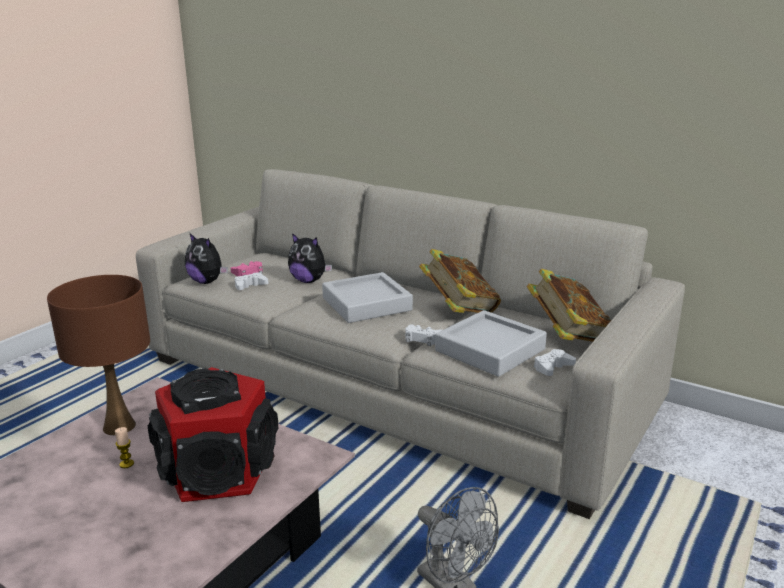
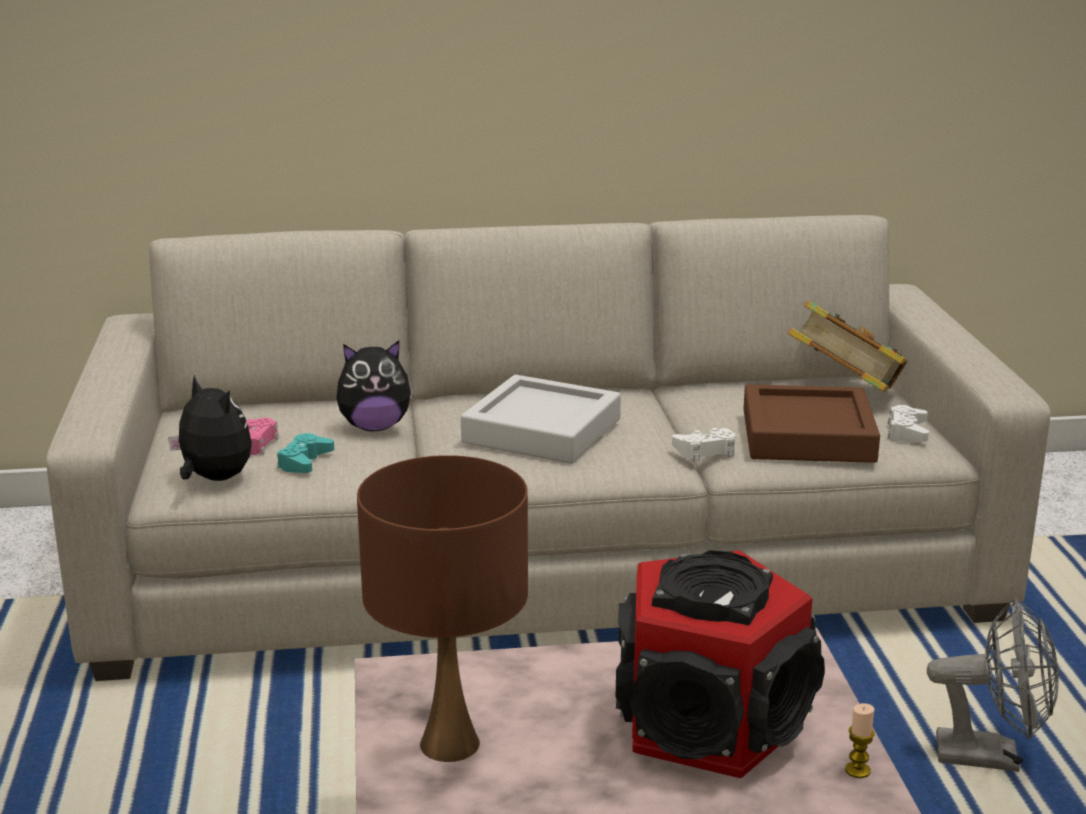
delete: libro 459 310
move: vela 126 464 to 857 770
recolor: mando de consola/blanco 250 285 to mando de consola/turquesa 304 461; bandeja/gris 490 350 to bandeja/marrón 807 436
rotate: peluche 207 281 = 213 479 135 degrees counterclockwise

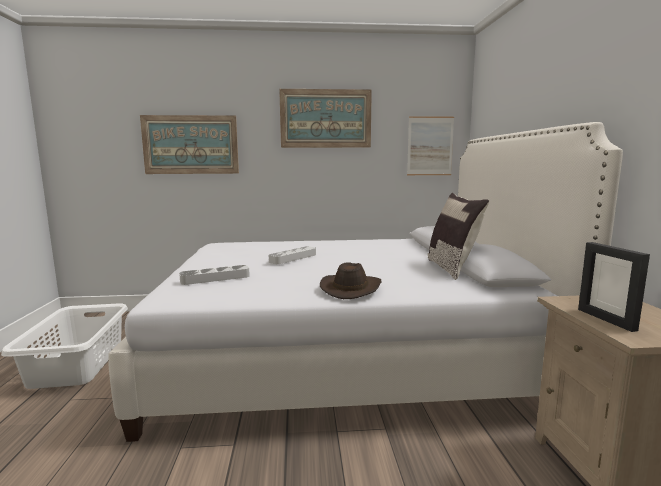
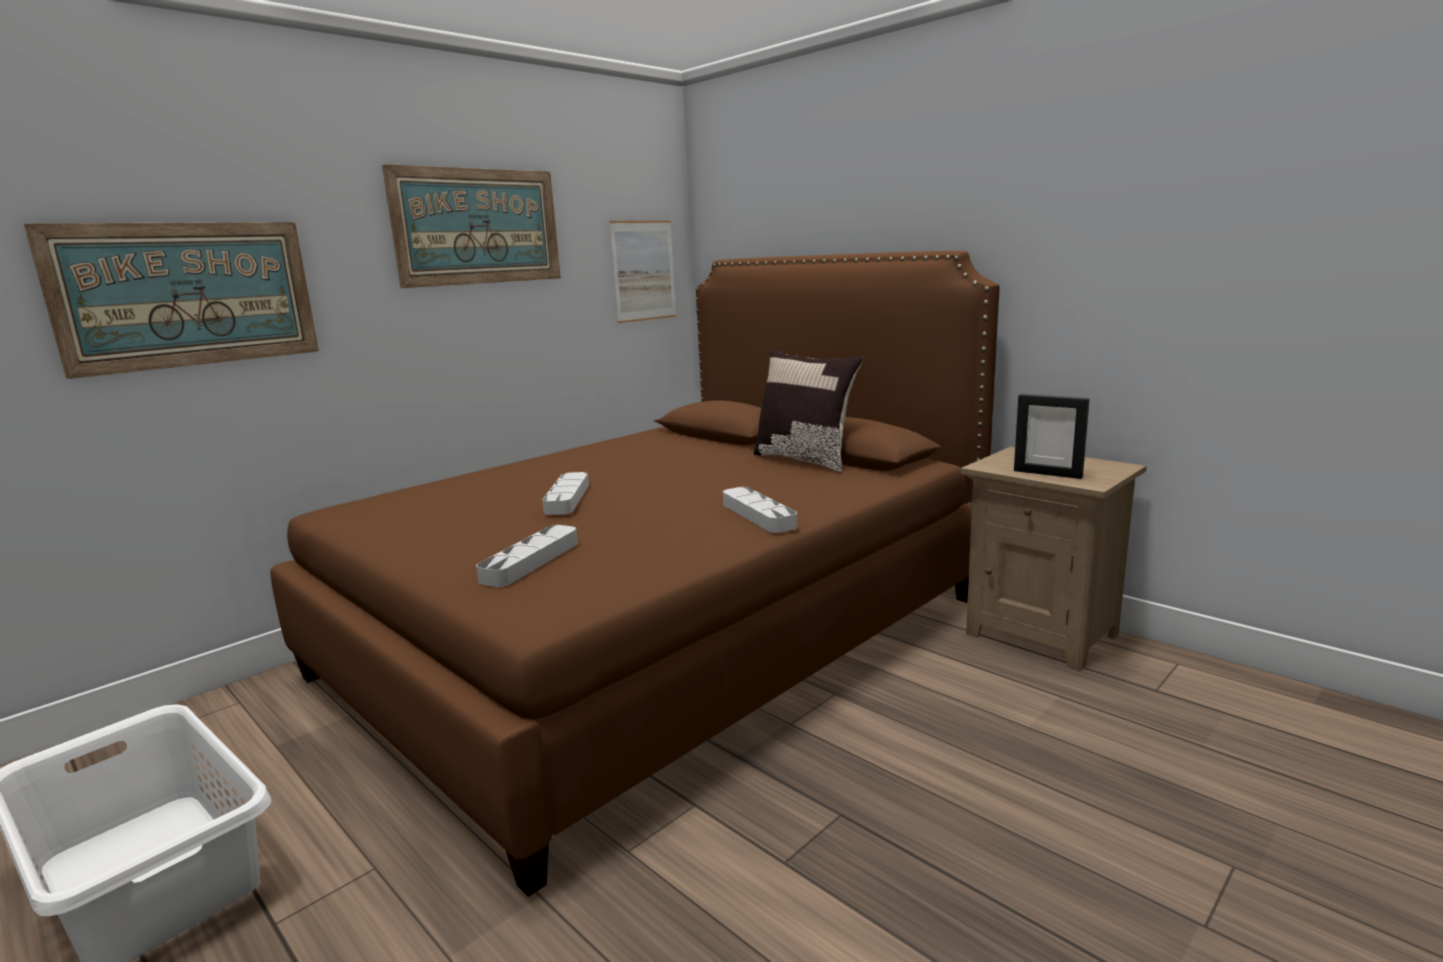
replace: sombrero/marrón 351 288 to bandeja/gris 758 515
recolor: cama/blanco 346 353 to cama/marrón 661 634

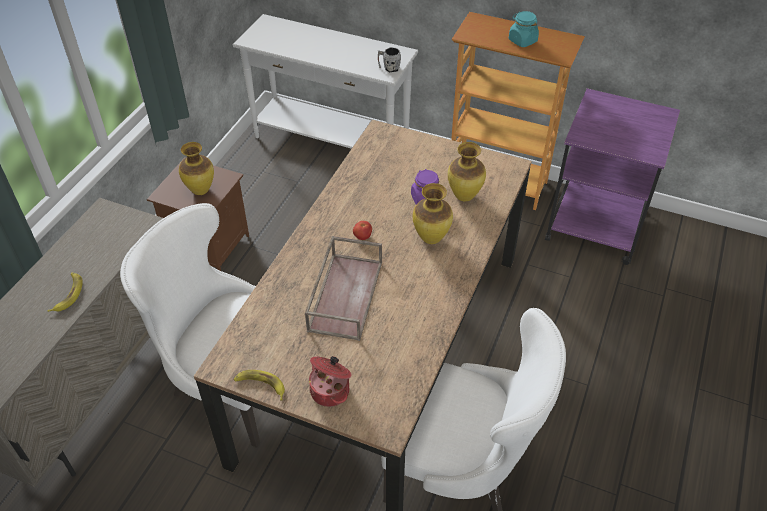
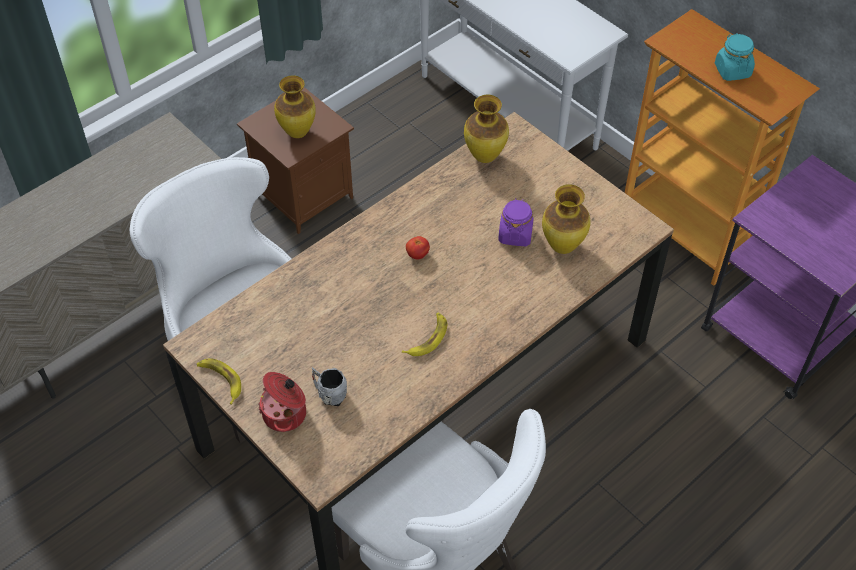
delete: bandeja/marrón 344 294
move: taza grande/gris 389 68 to 329 394; plátano 68 294 to 428 338; florero 431 238 to 485 157

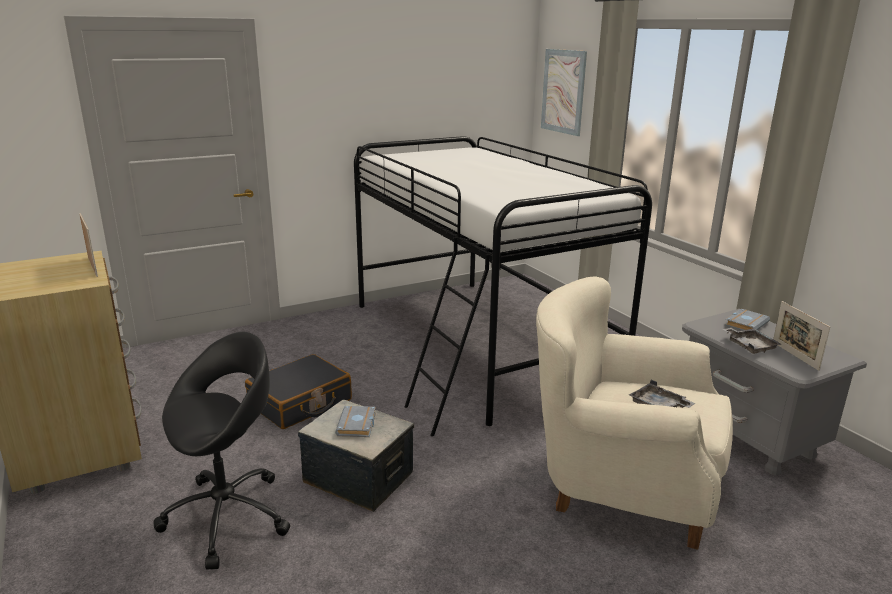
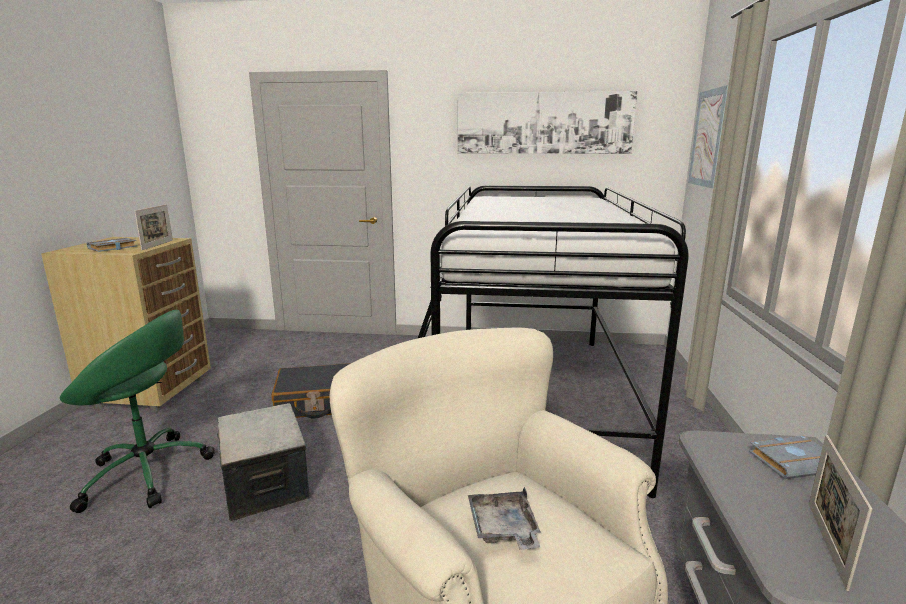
delete: bandeja/gris 749 346
insert: cuadro 544 123
move: libro/gris 358 425 to 112 248
recolor: silla de oficina/negro 229 515 to silla de oficina/verde 149 473

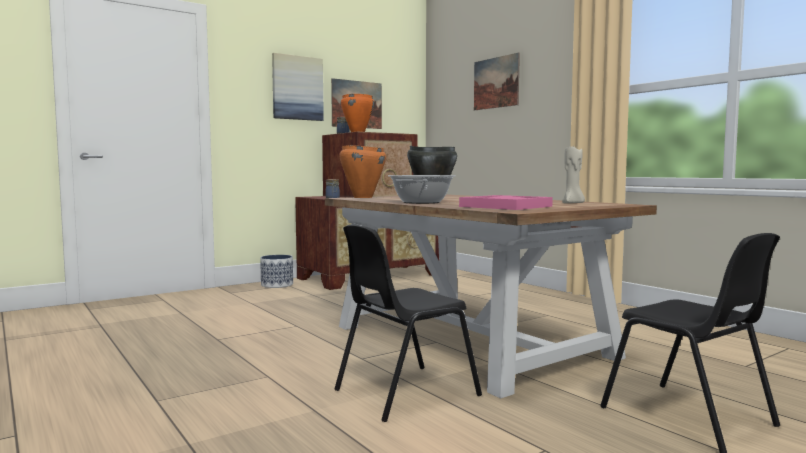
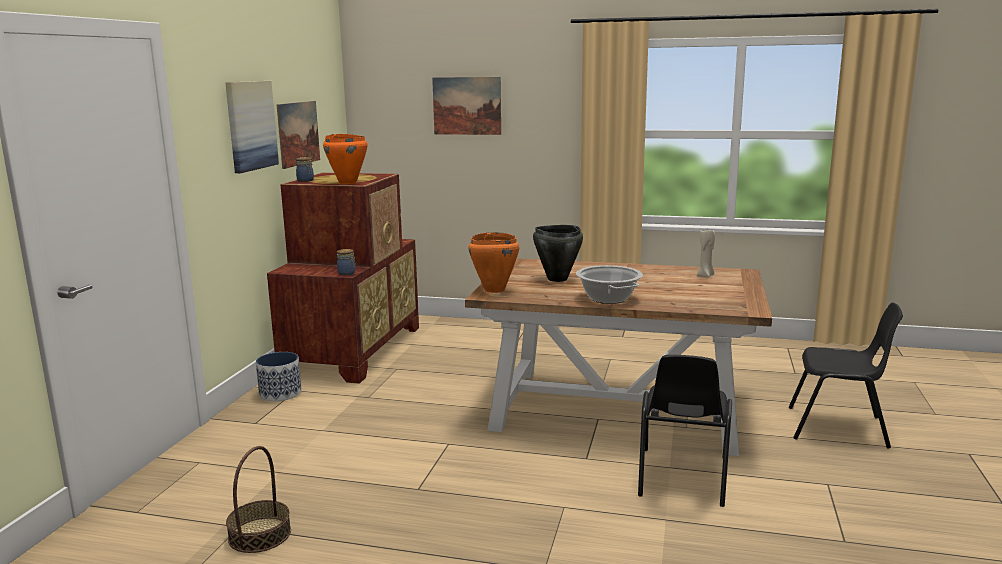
delete: bandeja/rosa 504 206
insert: cesta 259 535

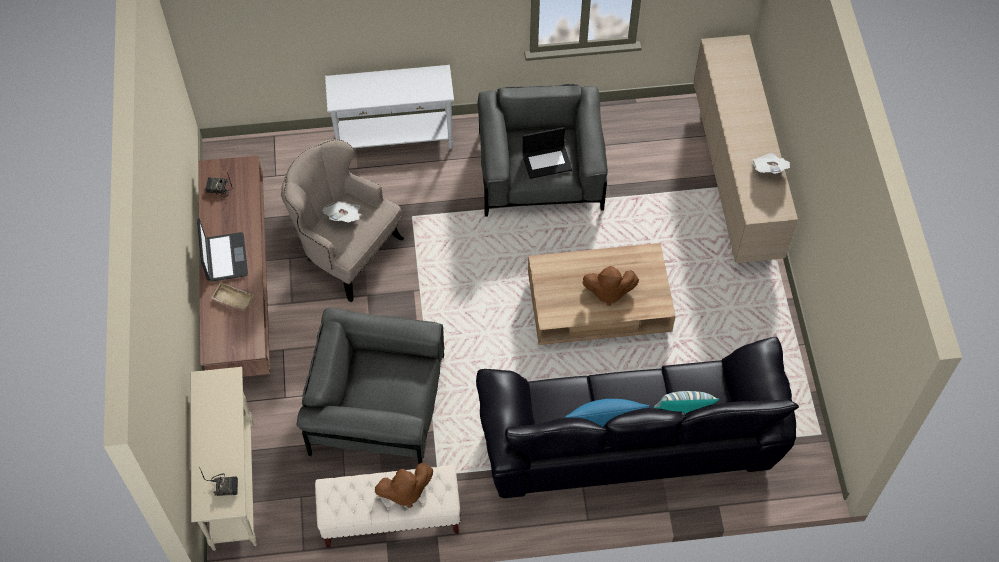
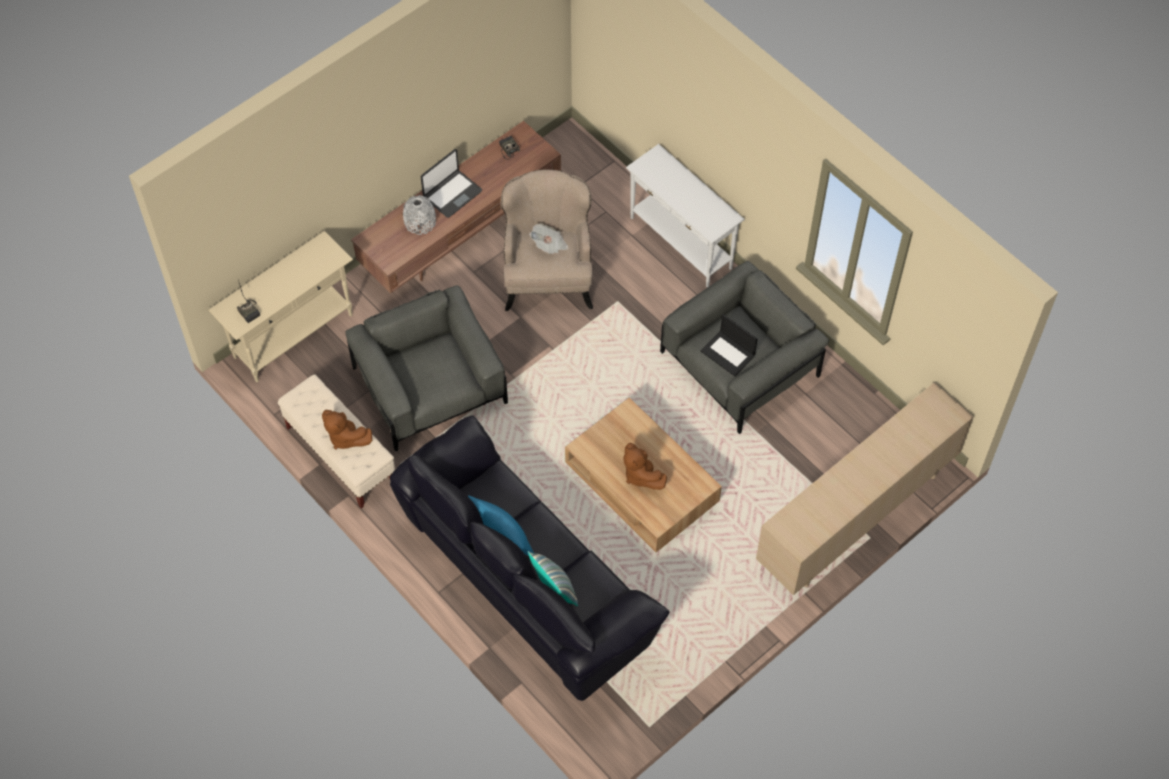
delete: periódico 769 169
replace: bandeja/beis 232 299 to florero/gris 420 222

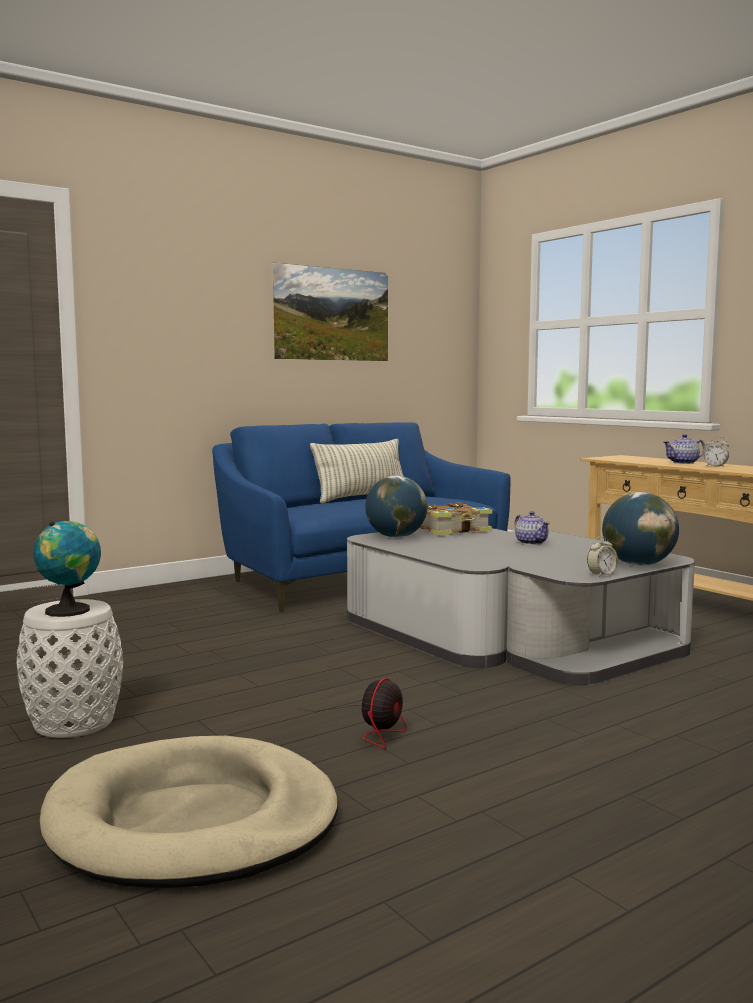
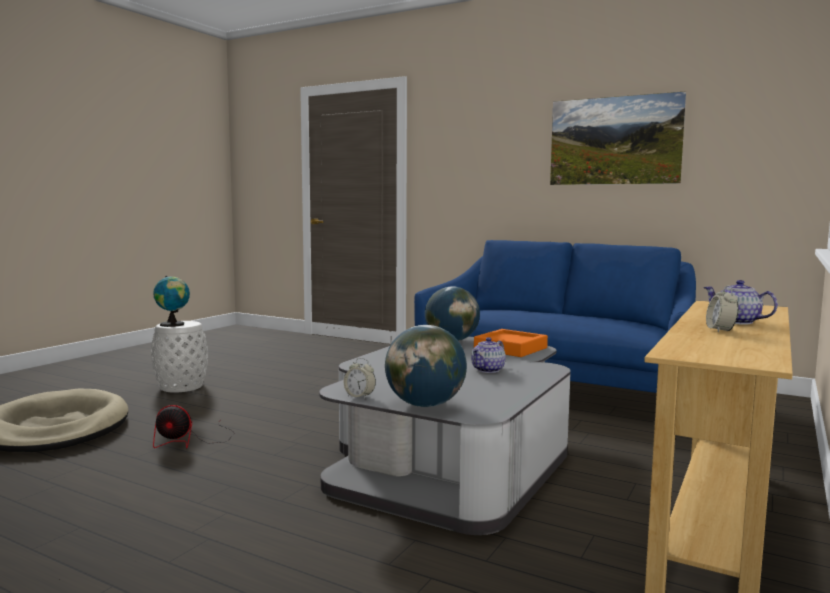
delete: cojín 362 498
replace: libro 453 530 to bandeja/naranja 510 348

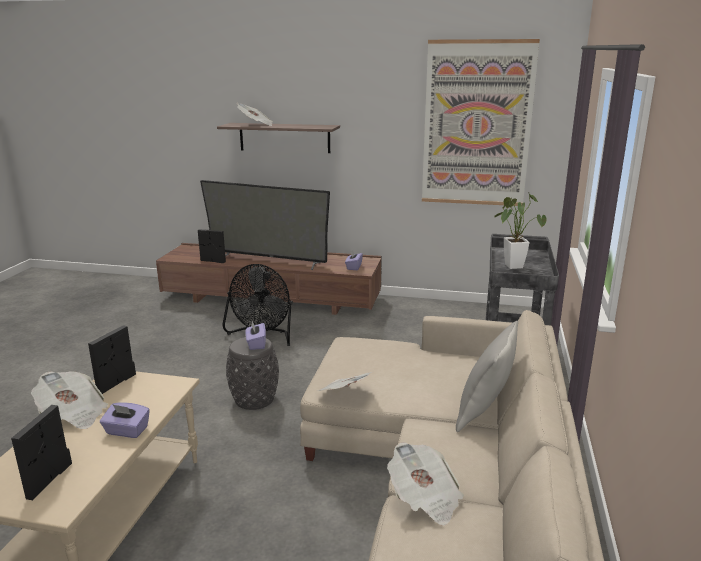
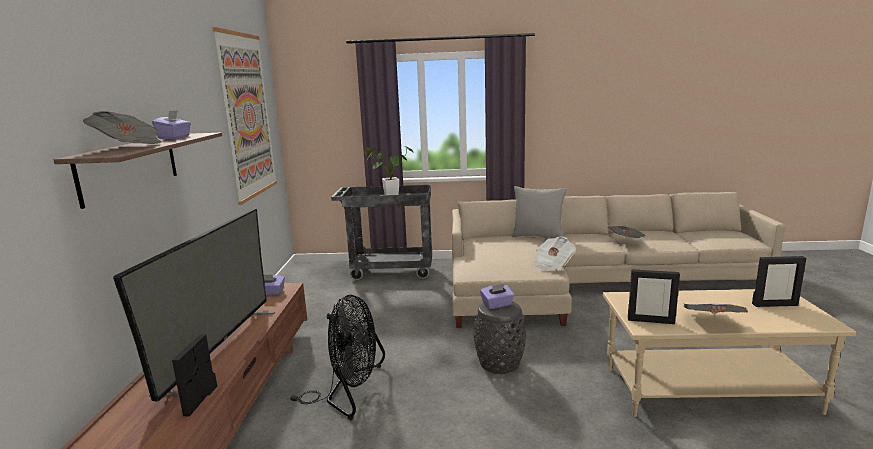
move: caja de pañuelos/morado 127 431 to 175 137

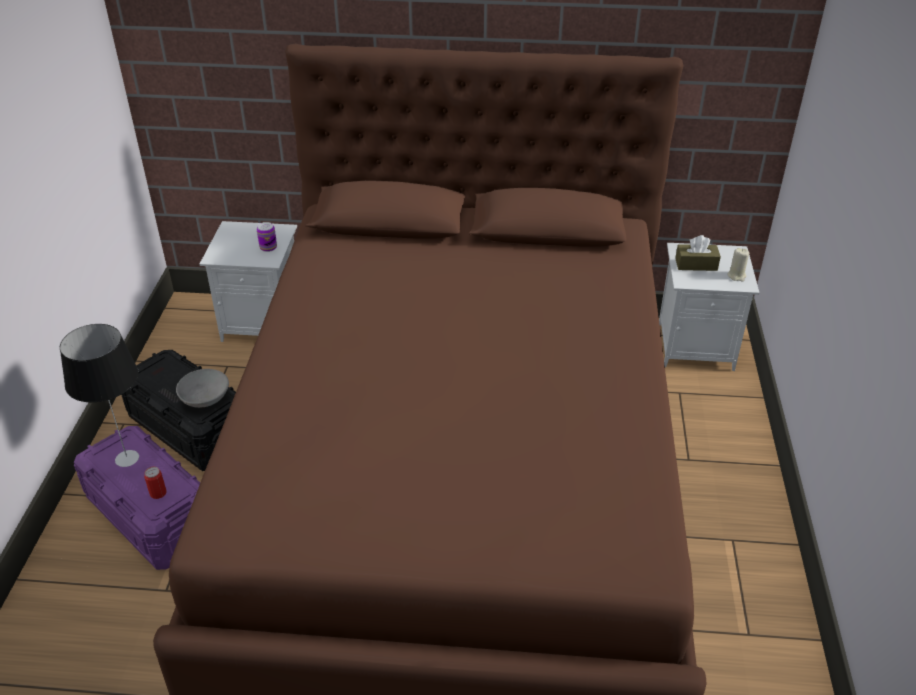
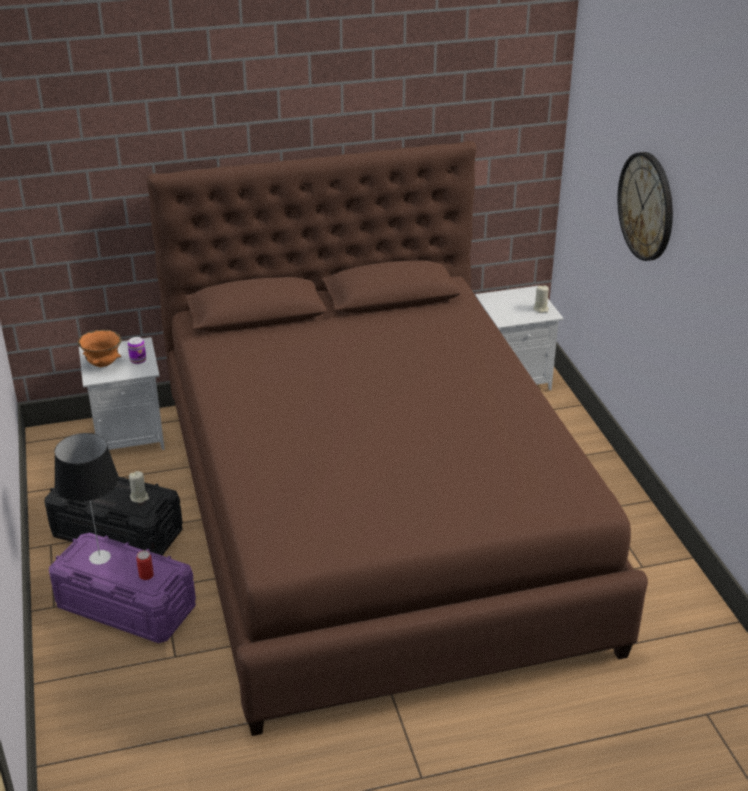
delete: caja de pañuelos/marrón 696 264
insert: cuenco/naranja 103 364; reloj de pared 646 206
replace: cuenco/gris 205 399 to vela/beis 139 497

